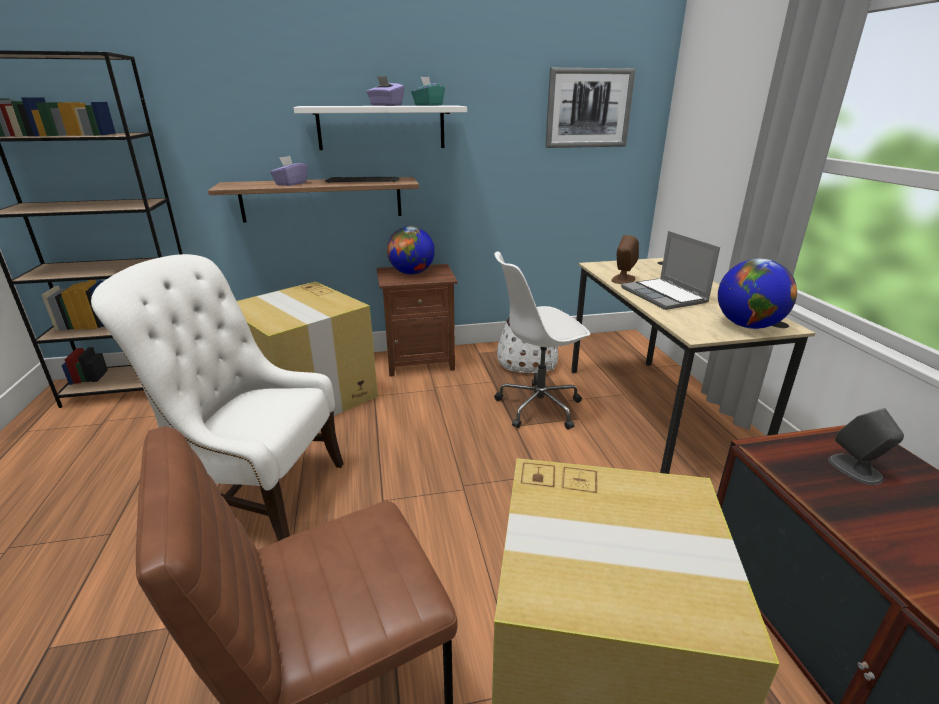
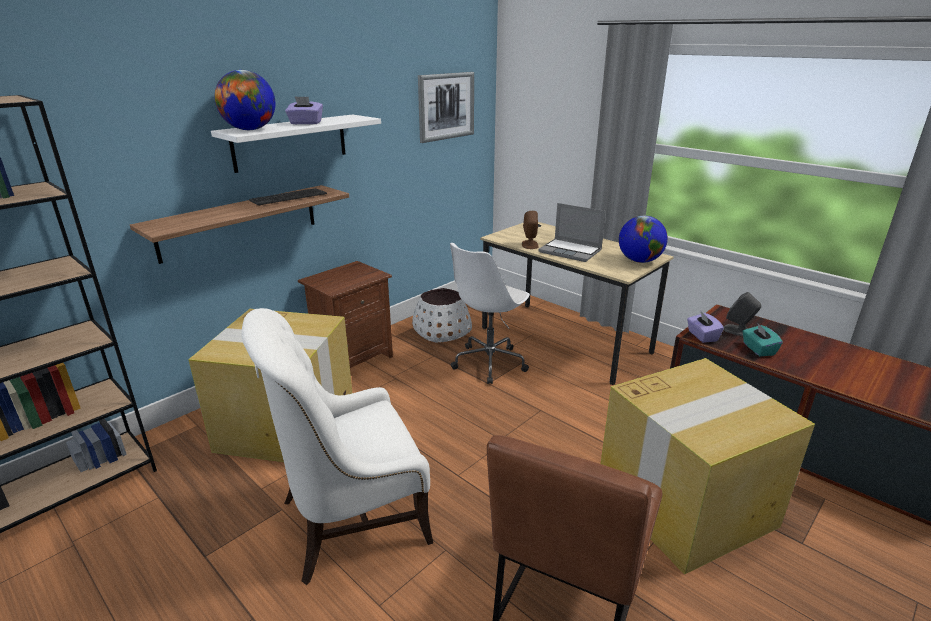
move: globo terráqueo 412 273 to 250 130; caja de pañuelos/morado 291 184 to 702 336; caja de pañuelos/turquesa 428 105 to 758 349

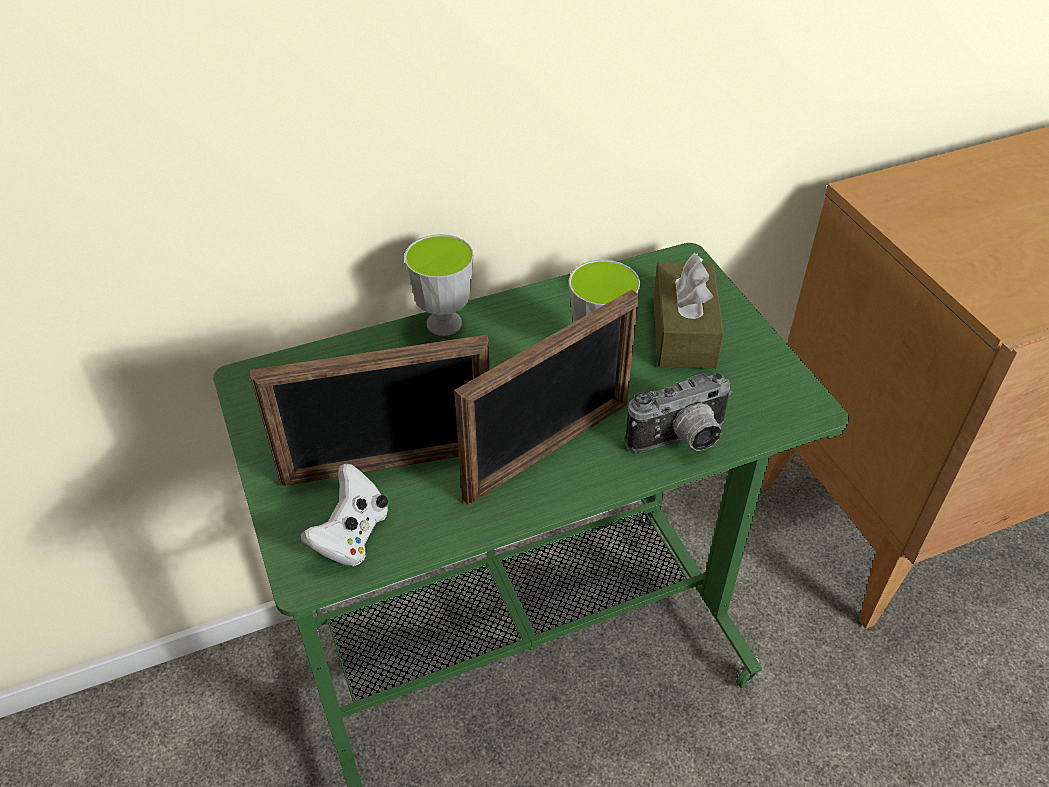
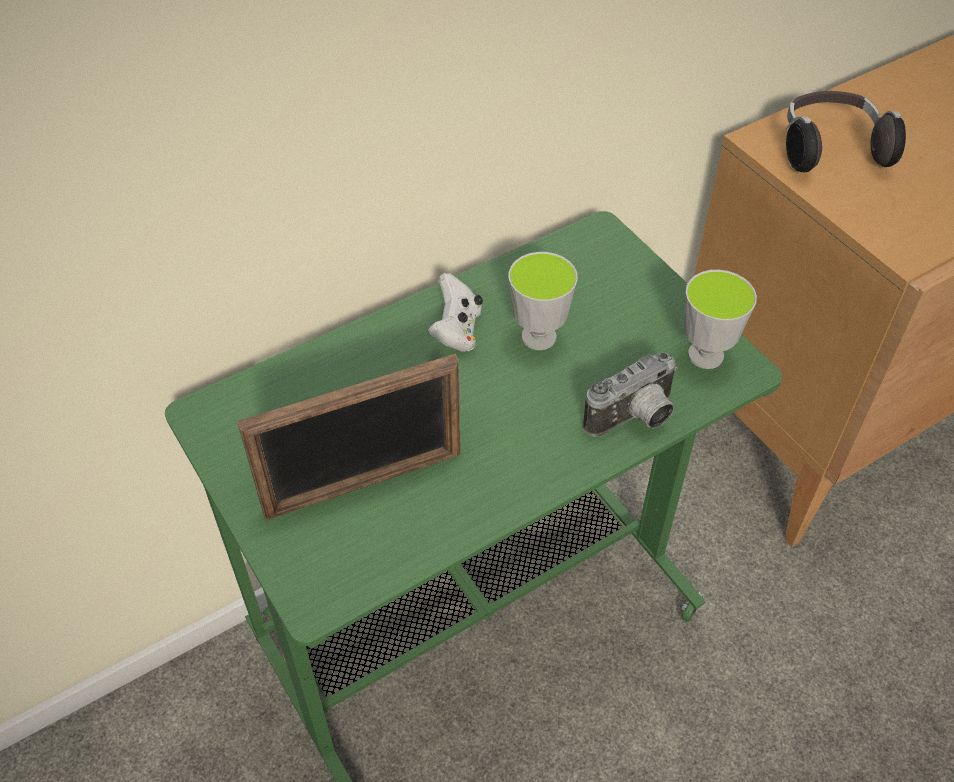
delete: portarretratos 549 450; caja de pañuelos/marrón 683 331
insert: auriculares 830 149
move: mando de consola/blanco 352 535 to 456 330; taza 444 323 to 705 355

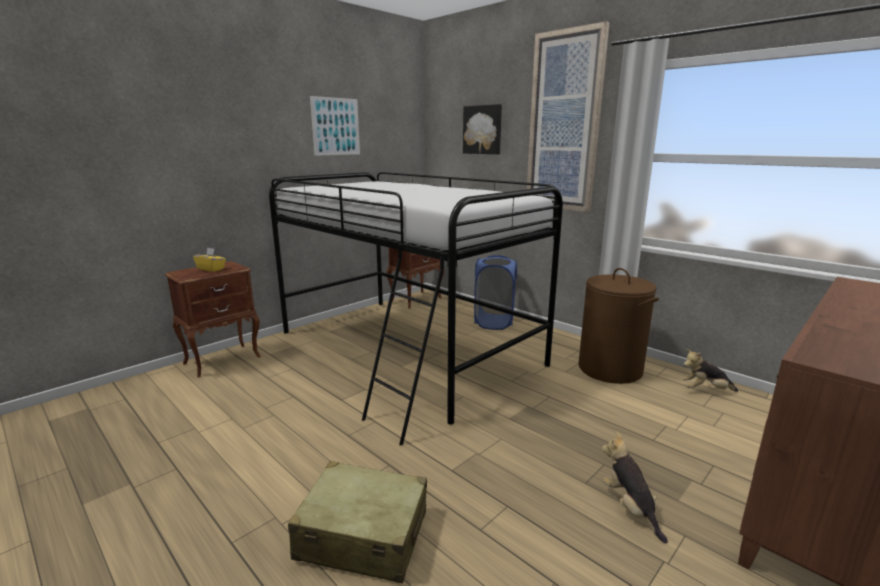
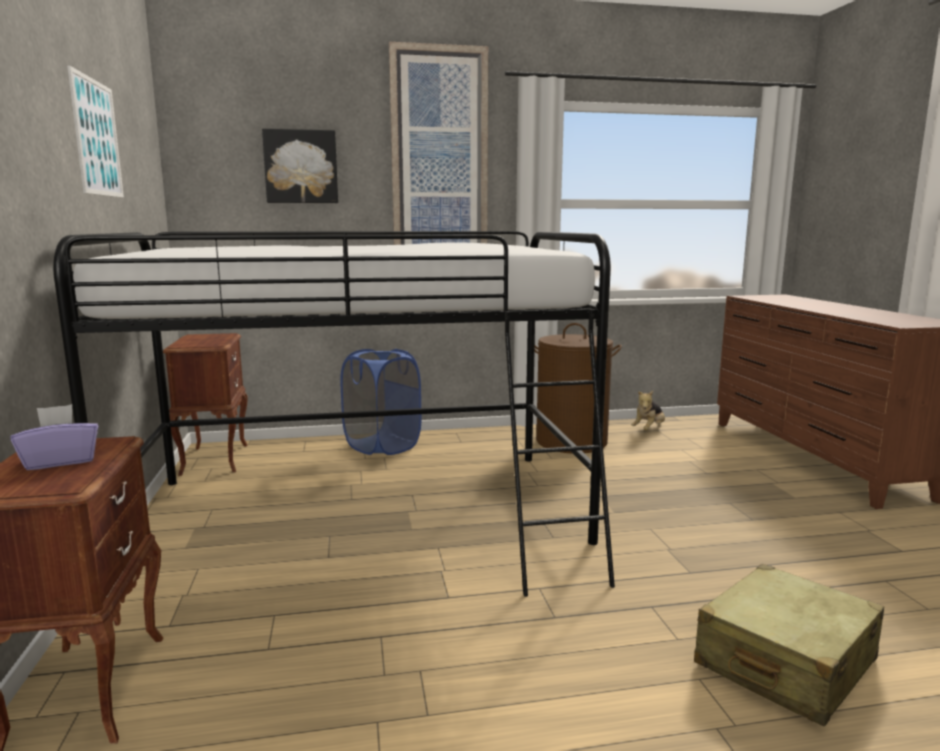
delete: peluche 630 508
recolor: caja de pañuelos/amarillo 211 269 to caja de pañuelos/morado 61 461

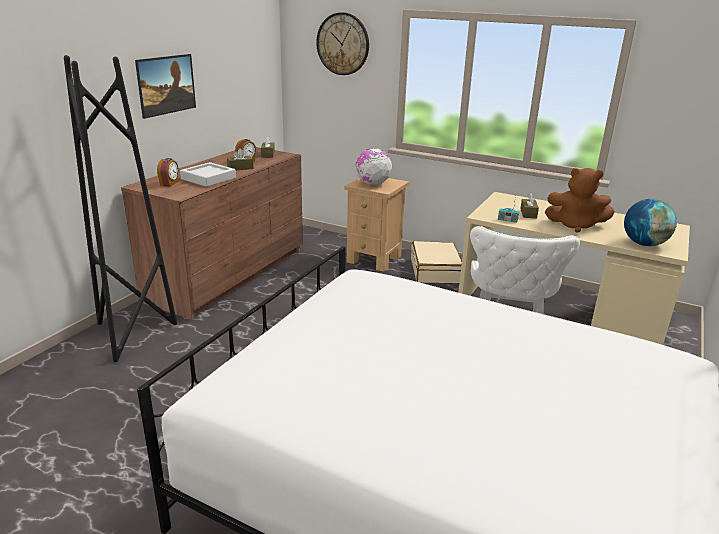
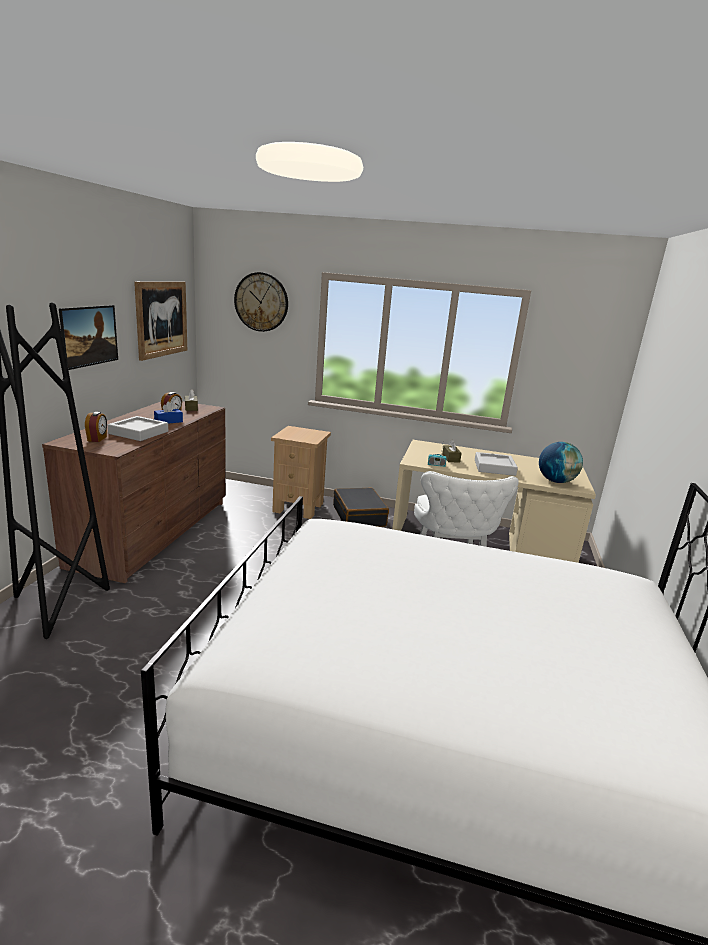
delete: globo terráqueo 372 184
insert: cuadro 162 319
replace: peluche/marrón 575 225 to bandeja/gris 494 467
recolor: caja de pañuelos/marrón 240 168 to caja de pañuelos/azul 168 421; maleta/beis 435 271 to maleta/negro 359 516

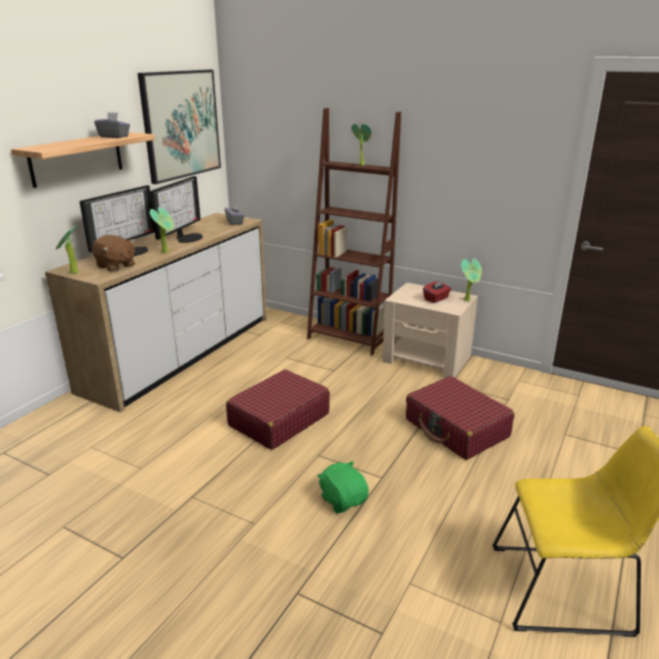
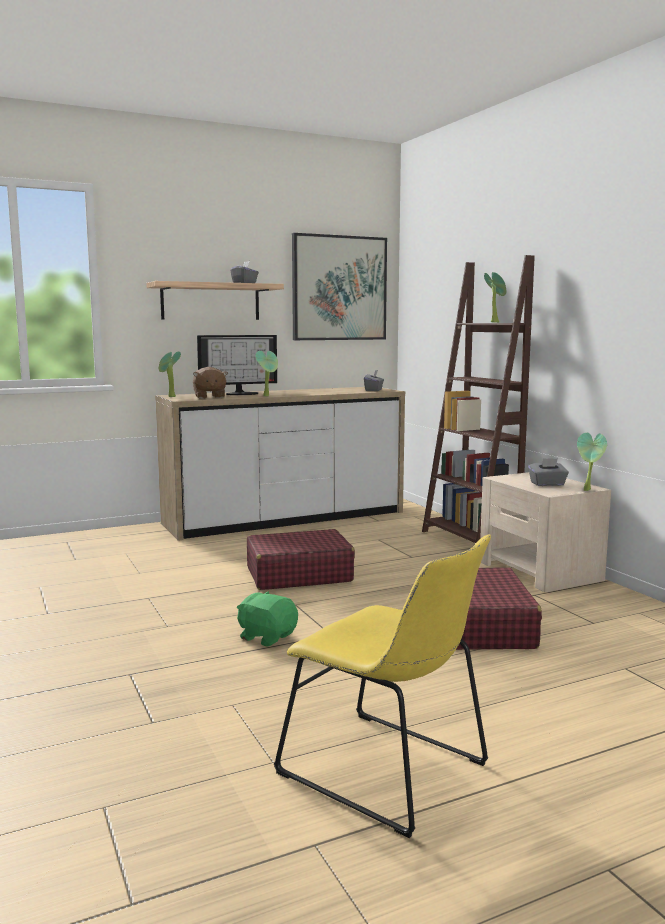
delete: monitor 187 238
recolor: caja de pañuelos/rojo 436 299 to caja de pañuelos/gris 547 484
rotate: peluche/verde 343 500 = 267 637 60 degrees counterclockwise

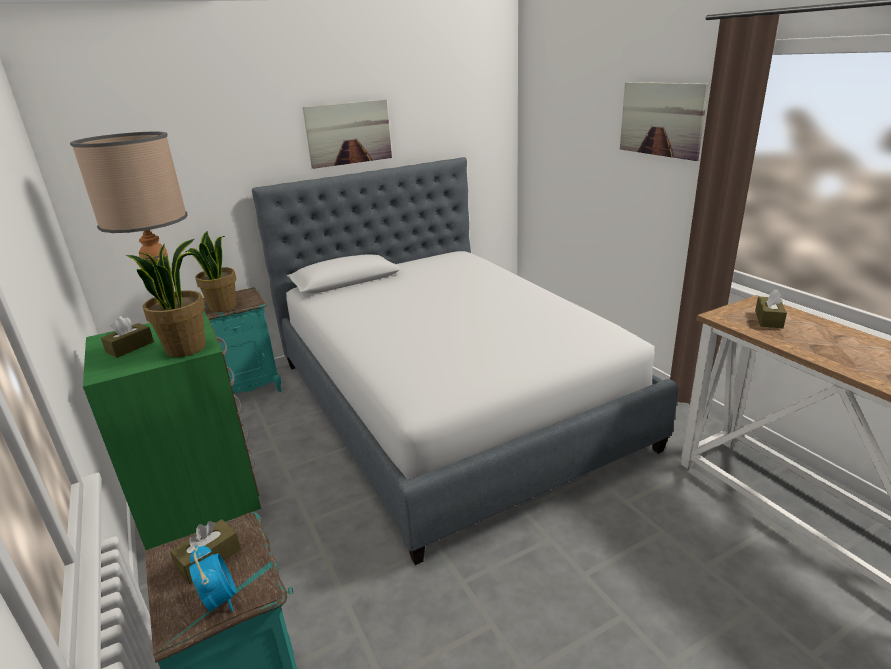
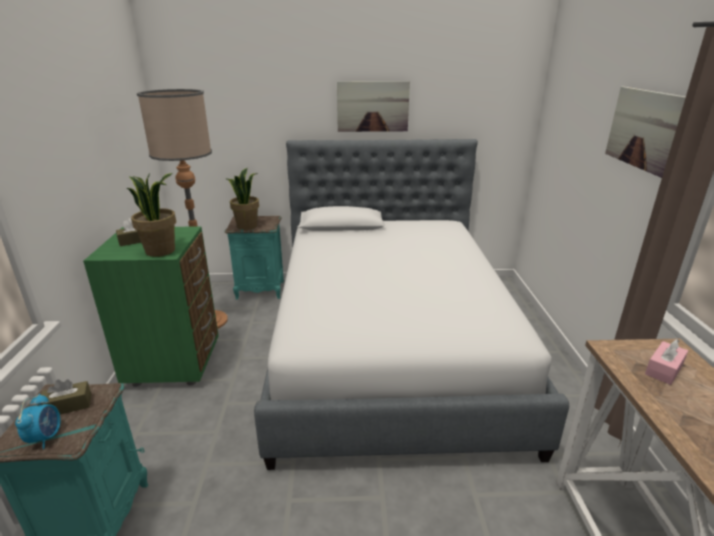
recolor: caja de pañuelos/marrón 768 319 to caja de pañuelos/rosa 663 369

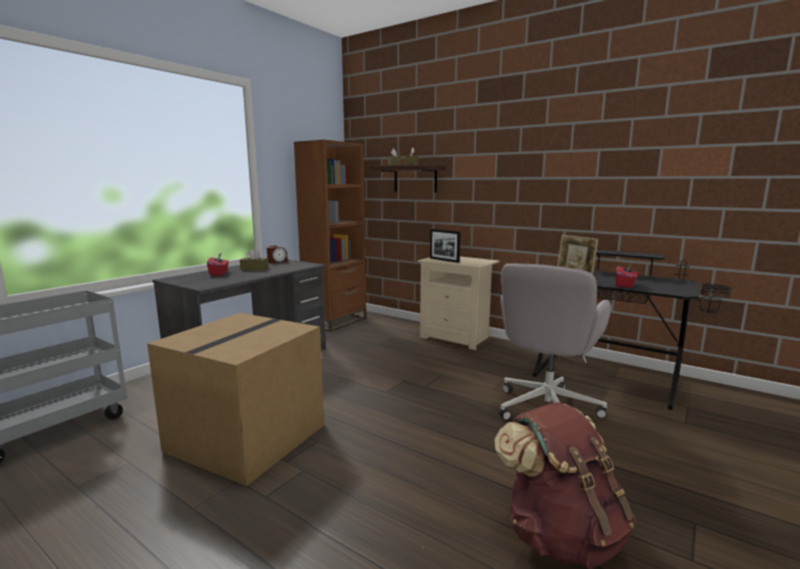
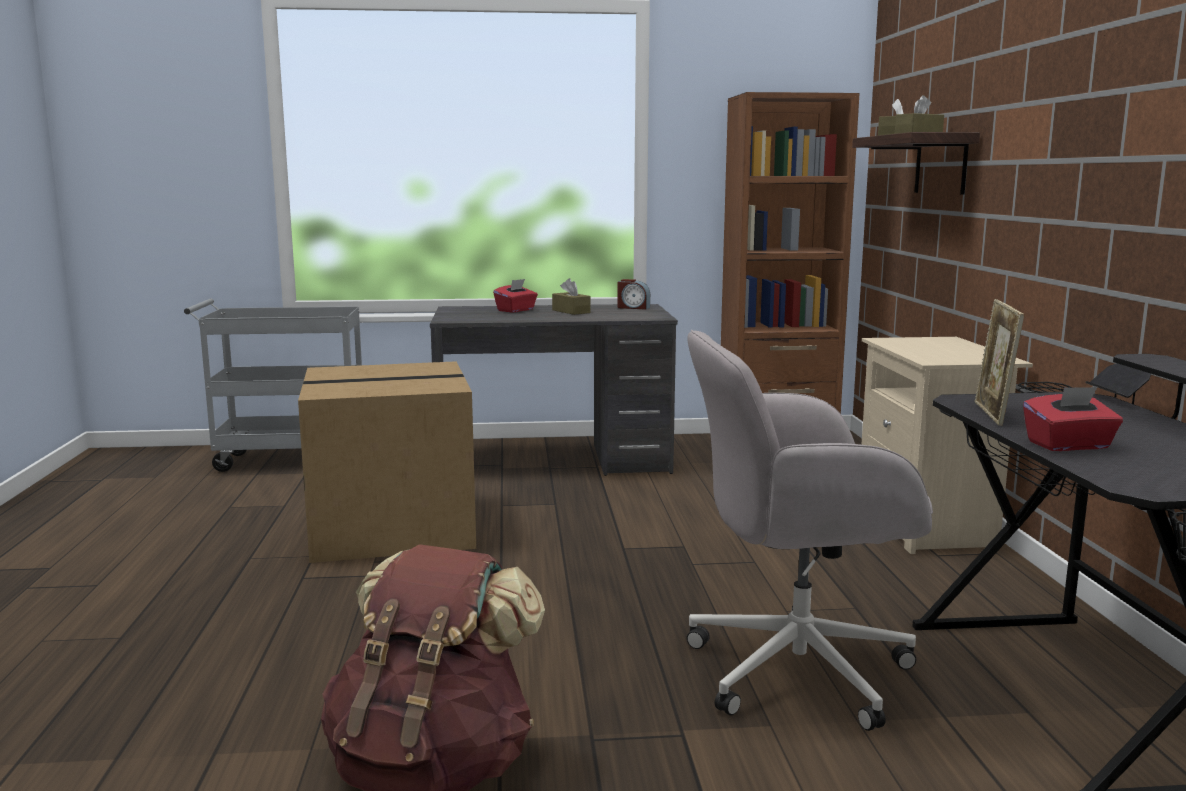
delete: portarretratos 444 260

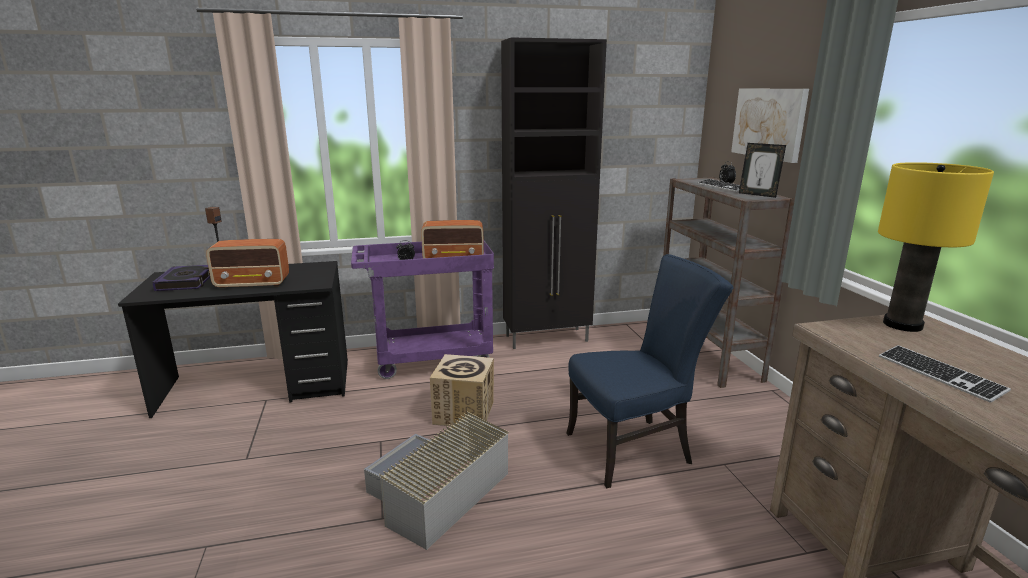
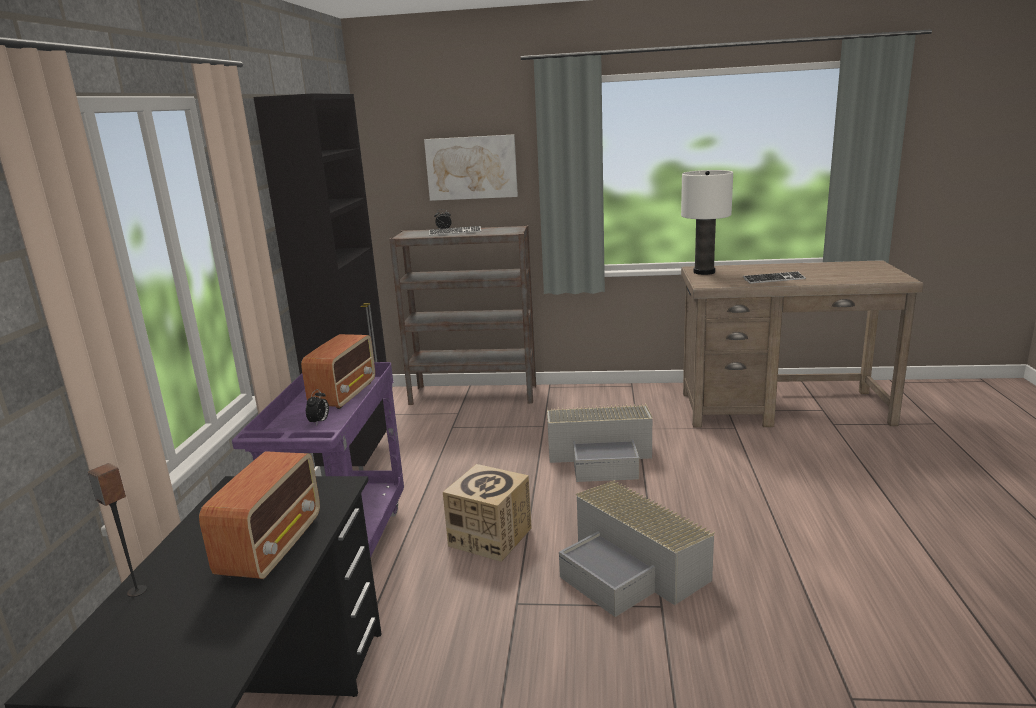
delete: libro 186 282; portarretratos 758 195
replace: silla/azul 635 448 to caja de almacenaje/gris 602 456
recolor: lámpara de mesa/amarillo 903 325 to lámpara de mesa/blanco 704 272

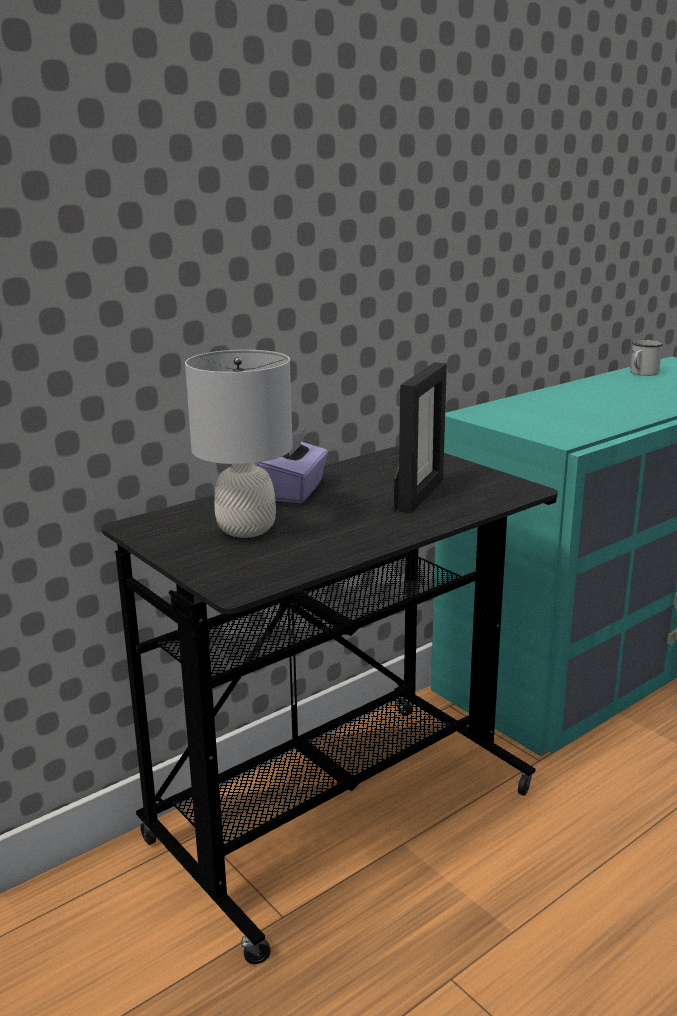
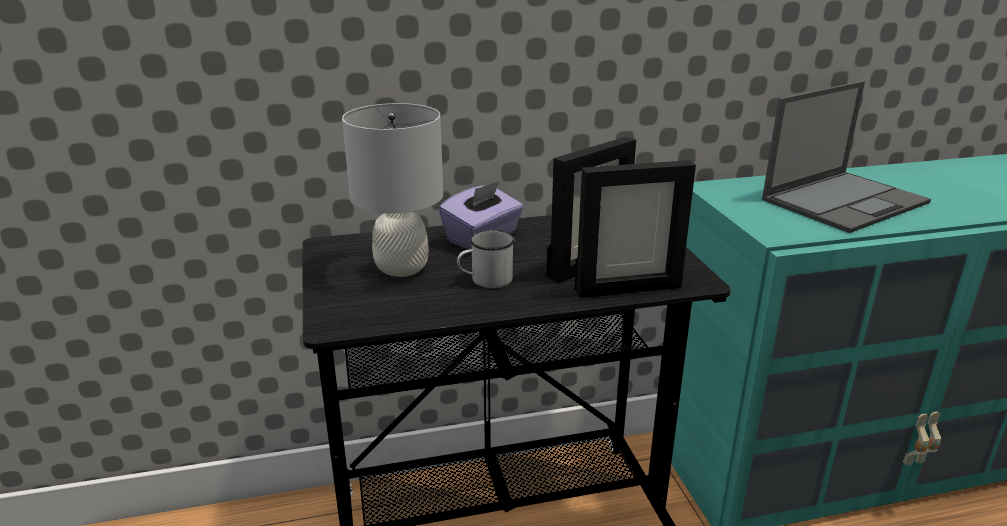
insert: portarretratos 627 288; portátil 845 201
move: taza grande/blanco 642 373 to 485 280

